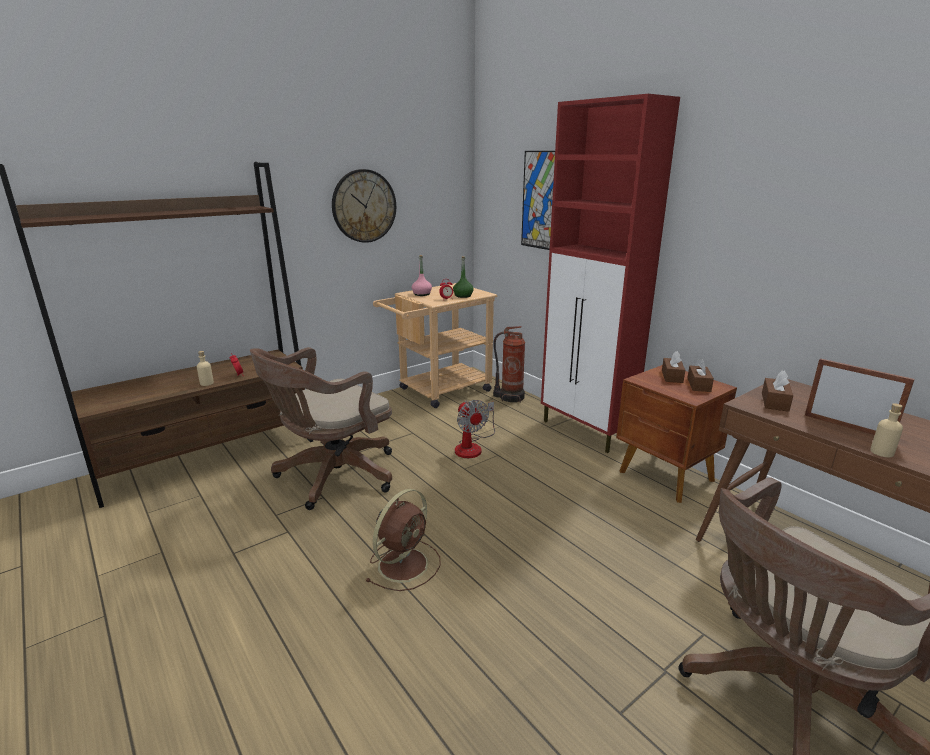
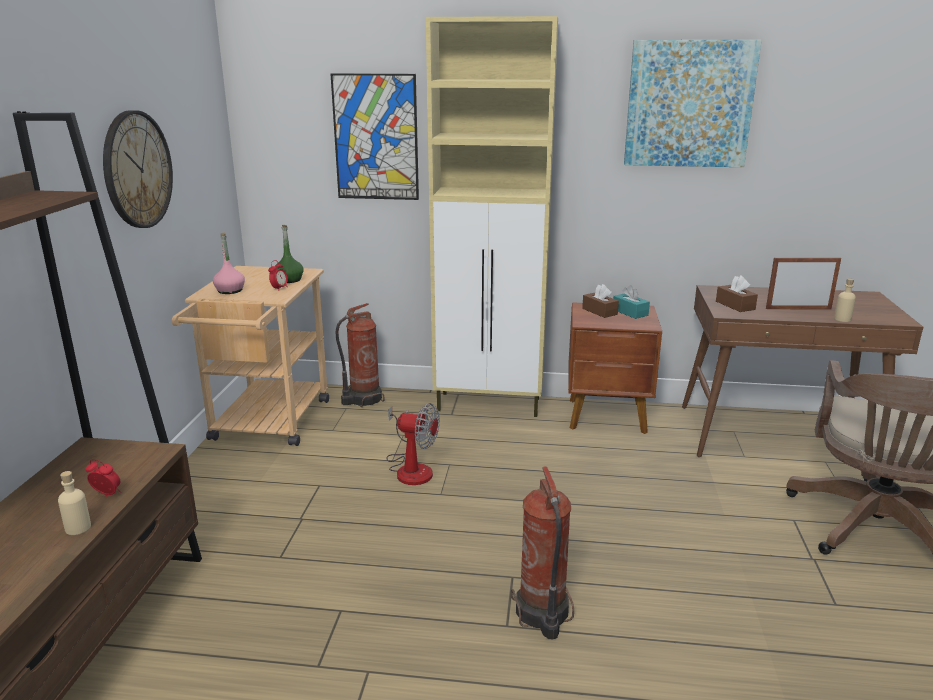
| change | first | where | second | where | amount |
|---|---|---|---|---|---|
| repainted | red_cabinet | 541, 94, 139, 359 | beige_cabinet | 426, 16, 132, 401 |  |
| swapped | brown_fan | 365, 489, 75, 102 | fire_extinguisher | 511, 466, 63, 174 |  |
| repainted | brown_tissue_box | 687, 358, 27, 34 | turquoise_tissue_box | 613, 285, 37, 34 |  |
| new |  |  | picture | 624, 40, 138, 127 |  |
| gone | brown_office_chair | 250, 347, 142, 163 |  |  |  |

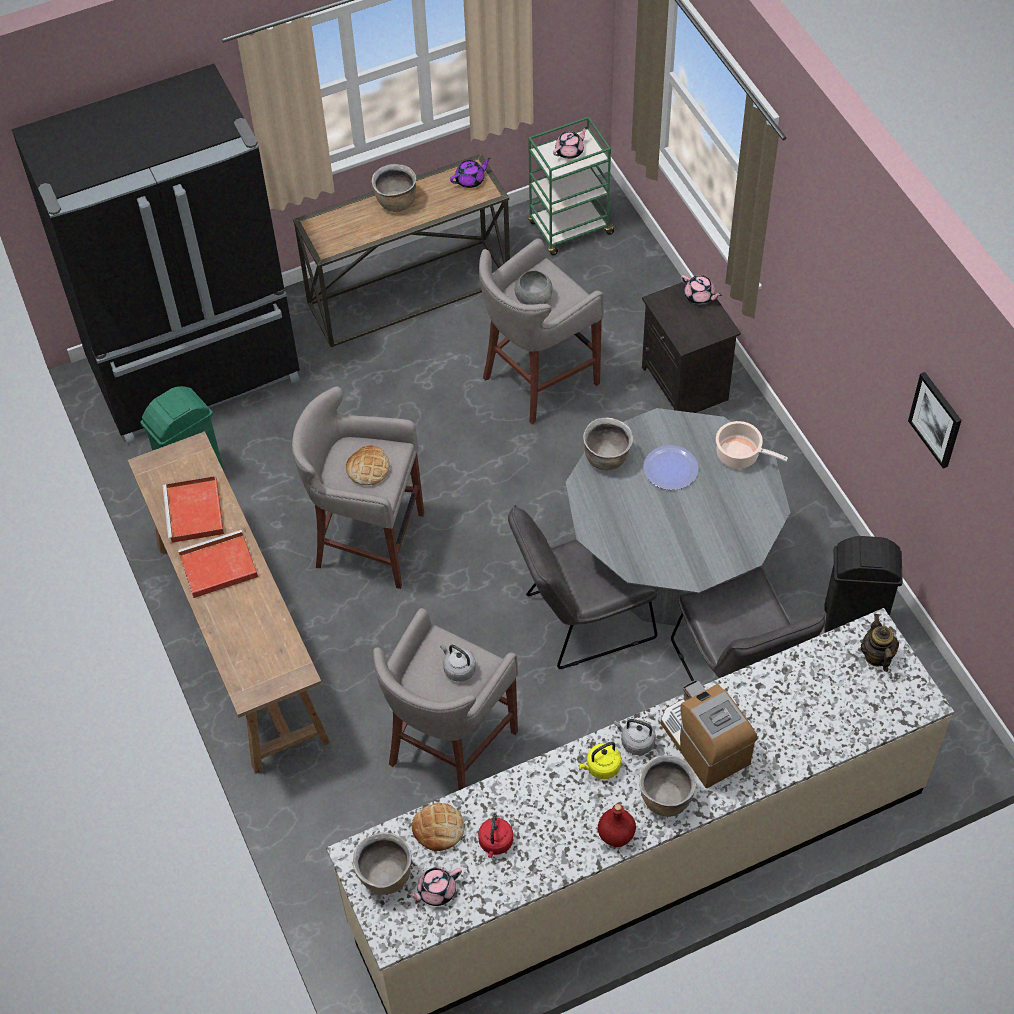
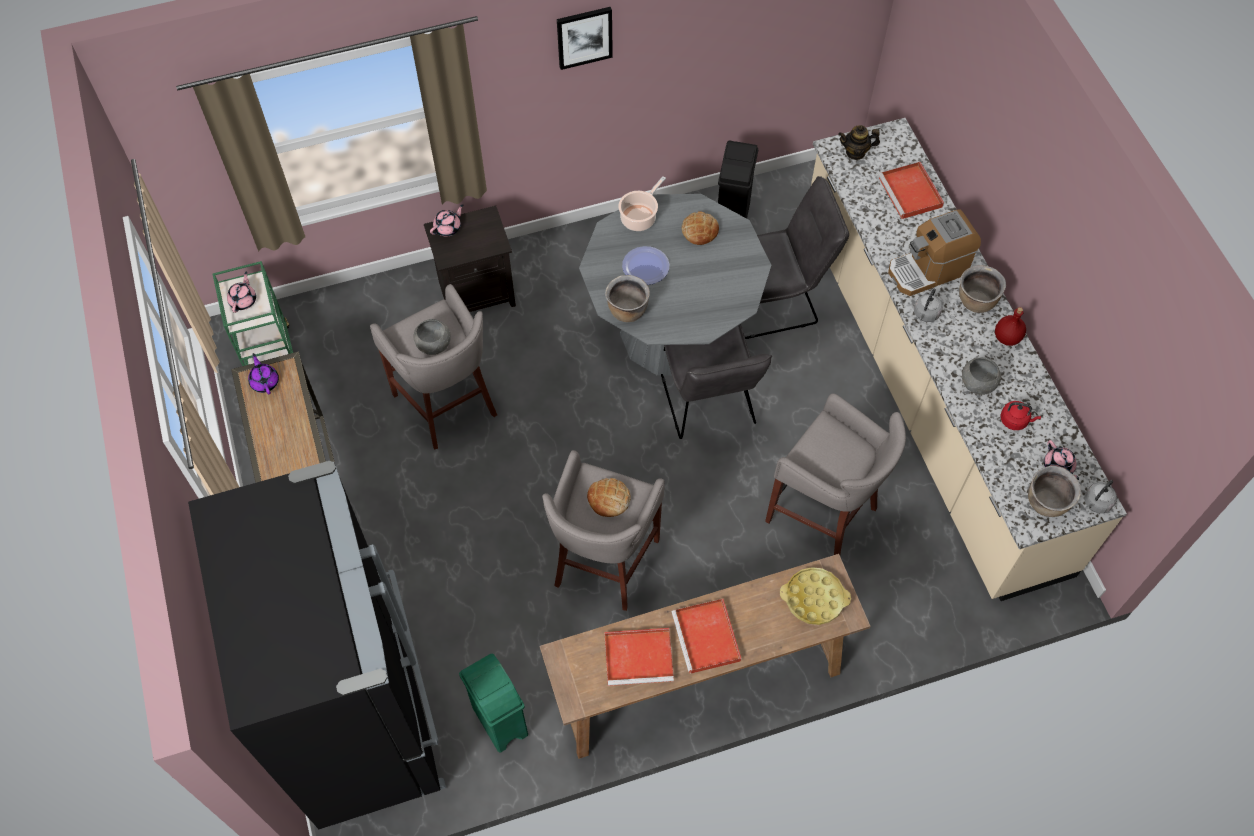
| change | first | where | second | where | amount |
|---|---|---|---|---|---|
| rotated | pink_teapot | 553, 127, 35, 32 |  | 227, 271, 29, 42 | 45 degrees clockwise |
| shifted | picture | 908, 372, 54, 97 |  | 557, 7, 56, 63 |  |
| shifted | bread | 412, 802, 52, 49 |  | 682, 211, 37, 34 |  |
| new |  |  | yellow_tray | 780, 567, 71, 58 |  |
| new |  |  | red_tray | 879, 162, 65, 57 |  |
| new |  |  | grey_bowl | 962, 357, 39, 38 |  |
| shifted | grey_kettle | 440, 643, 36, 39 |  | 1084, 480, 33, 33 |  |
| gone | brown_cooking_pot | 372, 164, 44, 48 |  |  |  |
| gone | yellow_kettle | 578, 742, 43, 37 |  |  |  |

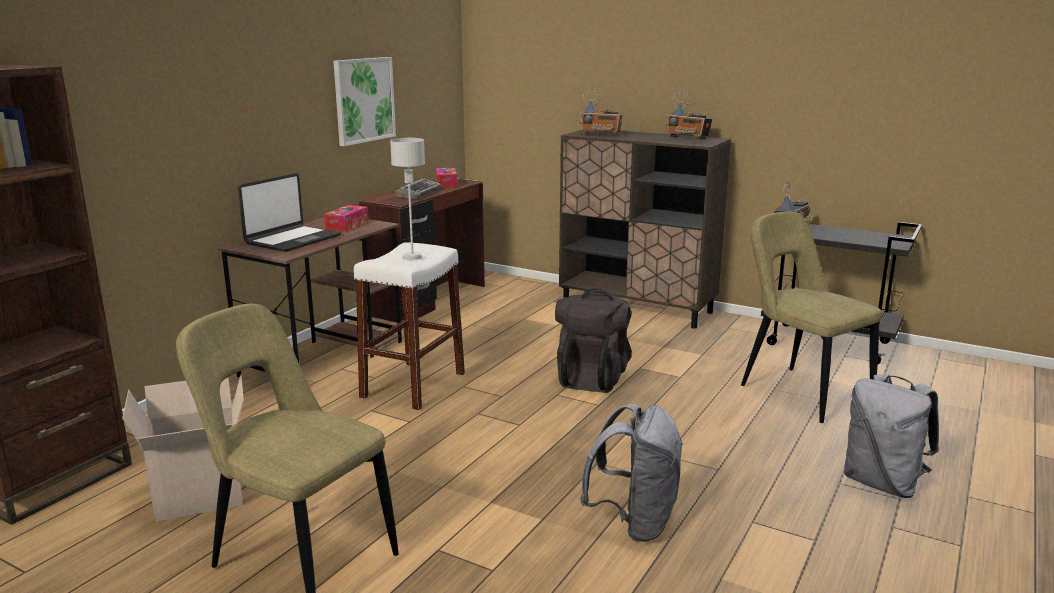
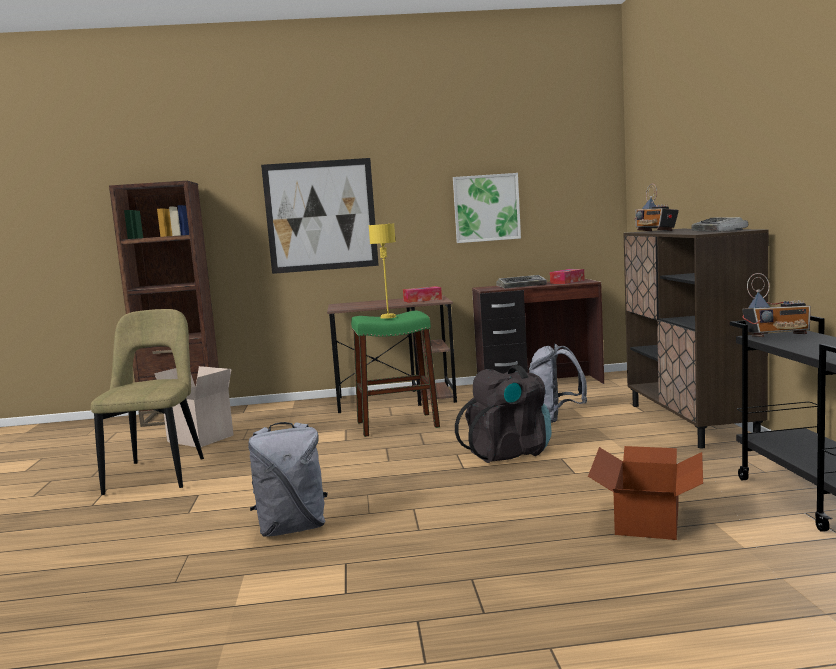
| change | first | where | second | where | amount |
|---|---|---|---|---|---|
| new |  |  | picture | 261, 158, 118, 116 |  |
| repainted | white_stool | 354, 242, 111, 168 | green_stool | 351, 311, 89, 126 |  |
| repainted | grey_table_lamp | 390, 138, 35, 122 | yellow_table_lamp | 368, 224, 29, 95 |  |
| shifted | grey_backpack | 844, 374, 95, 124 |  | 529, 343, 58, 80 |  |
| swapped | beige_chair | 741, 211, 141, 212 | cardboard_box | 588, 446, 115, 94 |  |
| swapped | radio | 666, 89, 47, 50 | keyboard | 691, 217, 57, 15 |  |
| gone | laptop | 238, 173, 103, 79 |  |  |  |

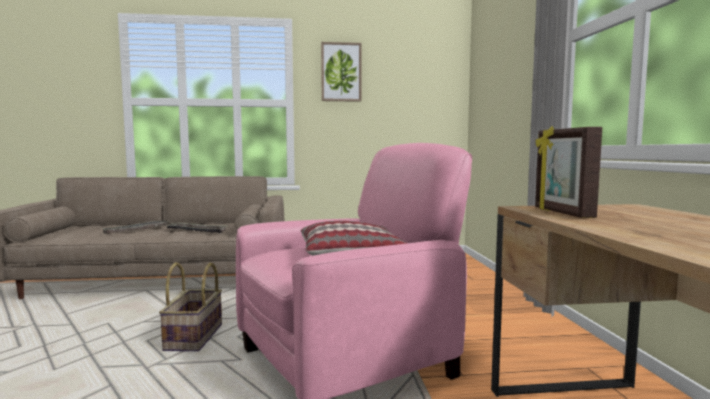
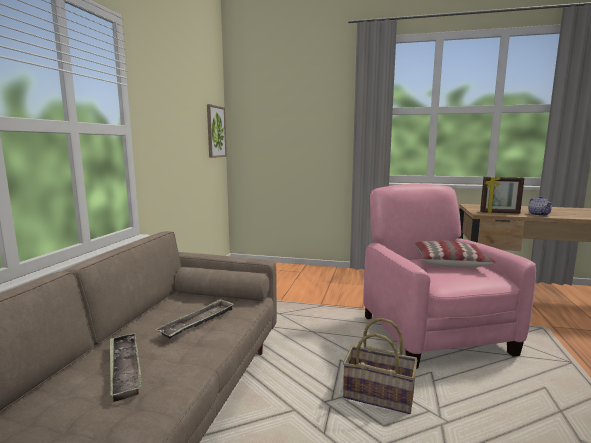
| change | first | where | second | where | amount |
|---|---|---|---|---|---|
| shifted | picture | 321, 42, 40, 60 |  | 207, 104, 20, 54 |  |
| new |  |  | teapot | 528, 196, 24, 20 |  |

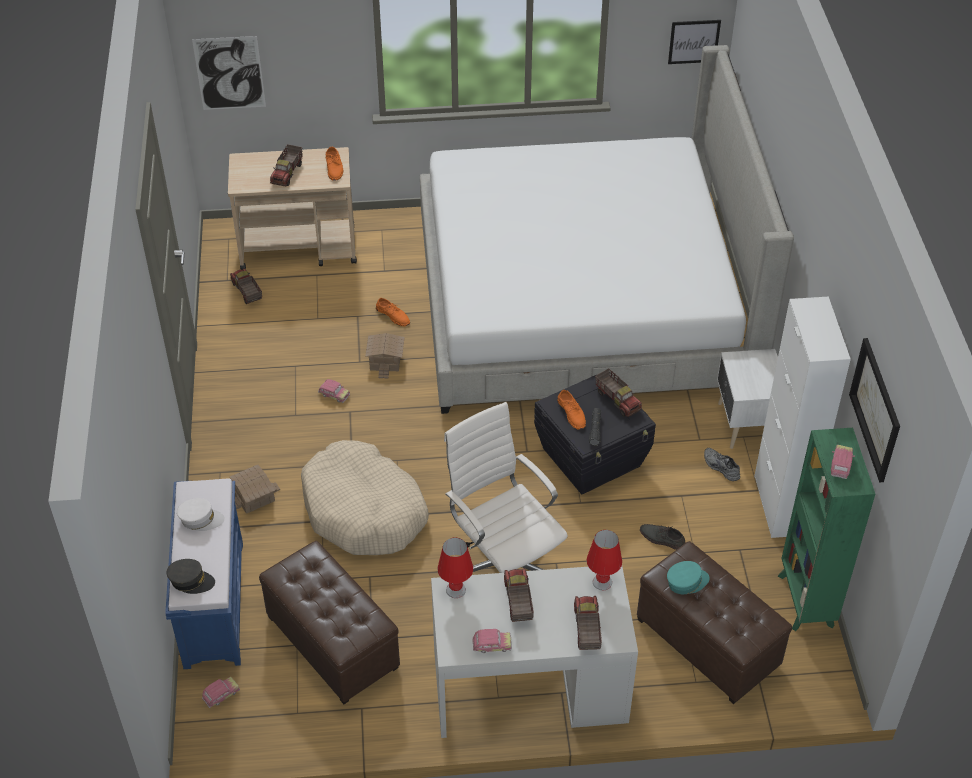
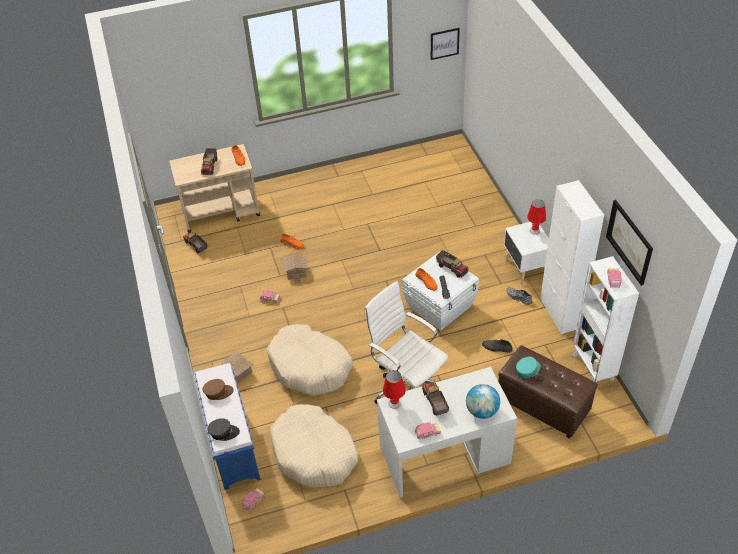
| change | first | where | second | where | amount |
|---|---|---|---|---|---|
| repainted | white_cap | 177, 498, 48, 33 | brown_cap | 203, 379, 31, 21 |  |
| swapped | brown_ottoman | 259, 541, 141, 163 | beige_dog_bed | 270, 405, 89, 83 |  |
| repainted | black_storage_box | 534, 373, 122, 121 | white_storage_box | 402, 252, 77, 79 |  |
| swapped | toy_truck | 574, 596, 28, 54 | globe | 466, 384, 34, 35 |  |
| shifted | red_table_lamp | 587, 530, 35, 60 |  | 527, 199, 19, 36 |  |
| repainted | green_bookcase | 778, 428, 97, 203 | white_bookcase | 572, 256, 67, 126 |  |
| gone | picture | 192, 36, 74, 74 |  |  |  |
| gone | bed | 420, 45, 374, 369 |  |  |  |

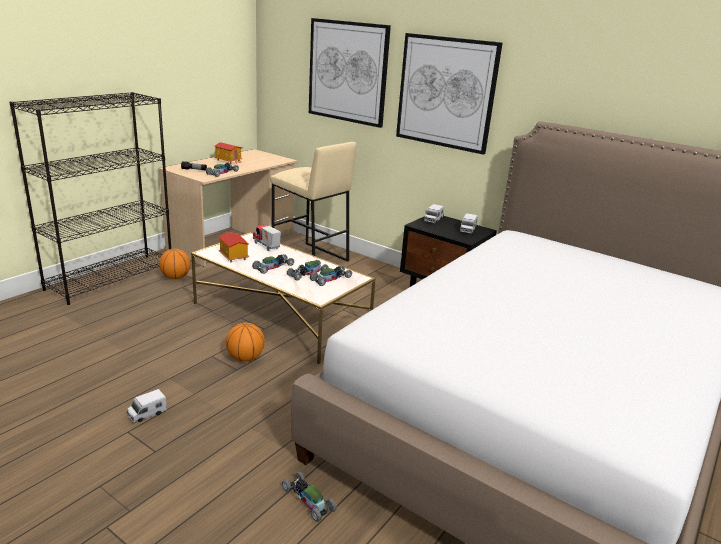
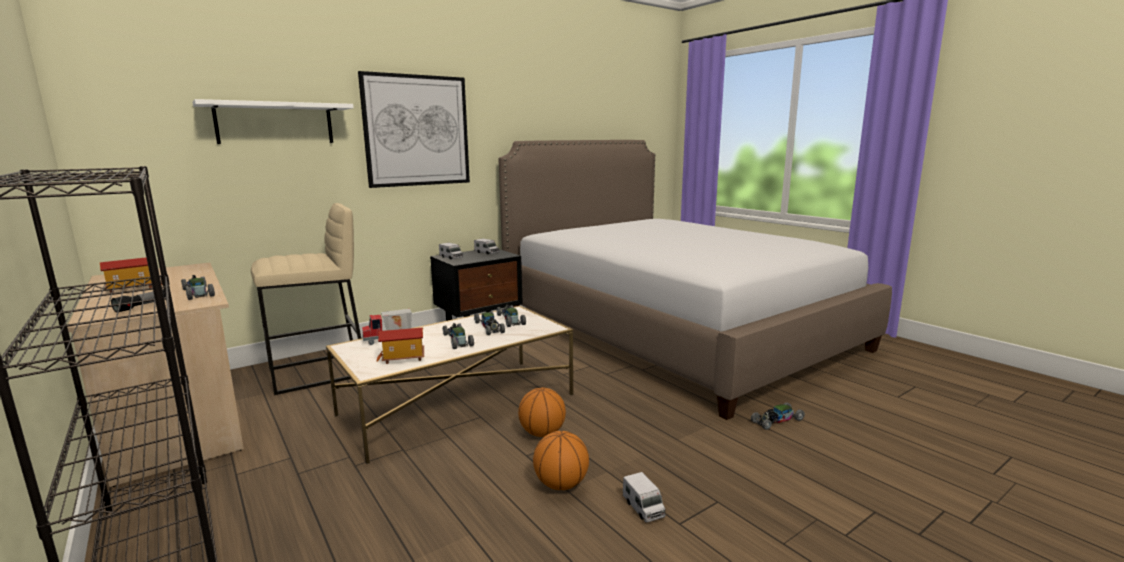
| change | first | where | second | where | amount |
|---|---|---|---|---|---|
| swapped | picture | 309, 18, 82, 110 | white_shelf | 192, 99, 162, 45 |  |
| shifted | basketball | 159, 249, 32, 30 |  | 533, 431, 56, 59 |  |

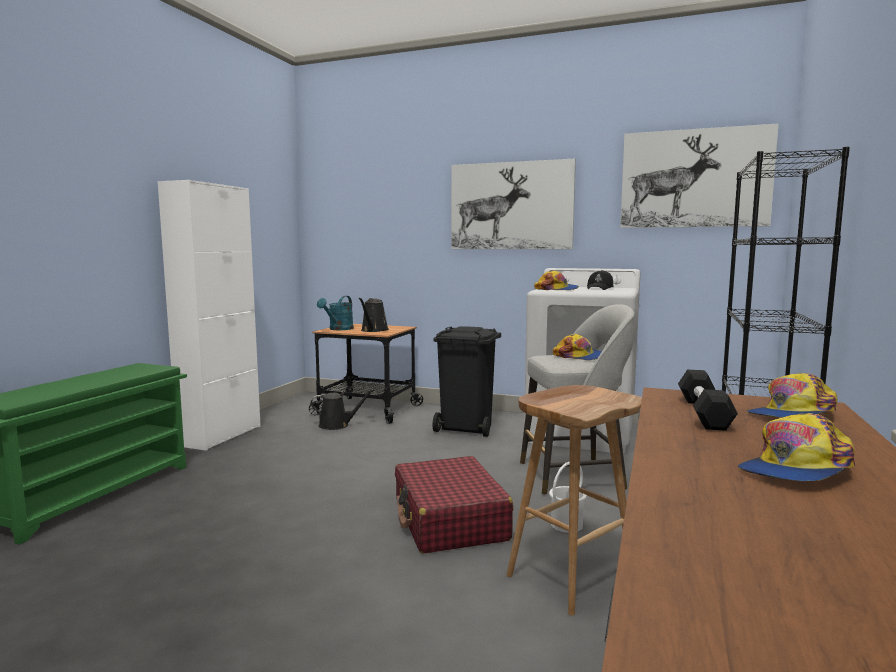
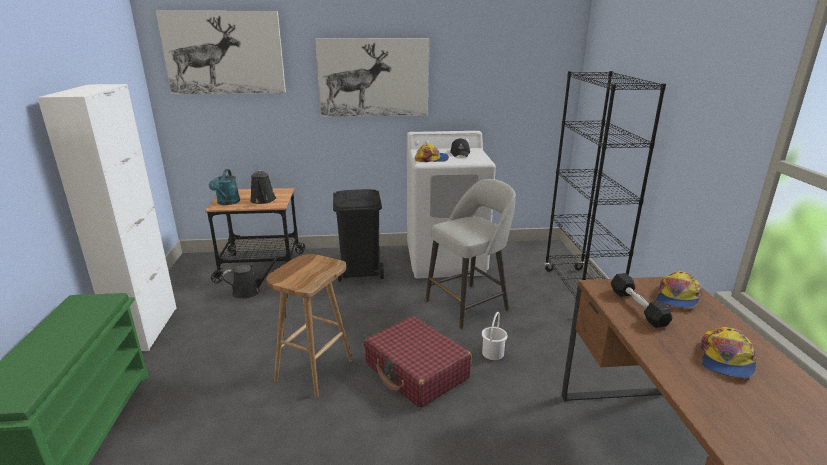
| change | first | where | second | where | amount |
|---|---|---|---|---|---|
| shifted | picture | 620, 123, 159, 105 |  | 156, 11, 130, 83 |  |
| shifted | brown_stool | 507, 385, 135, 231 |  | 266, 254, 87, 144 |  |
| gone | cap | 553, 334, 49, 26 |  |  |  |

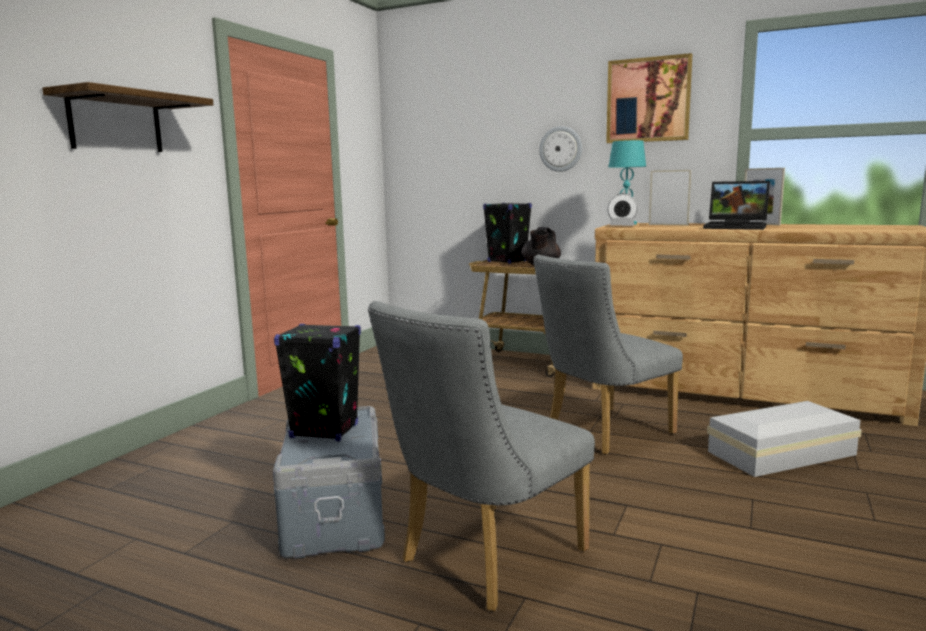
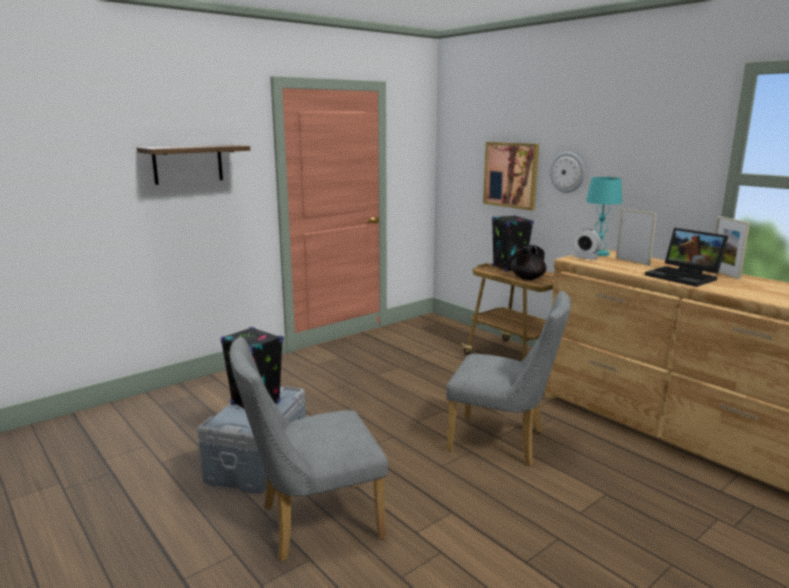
| change | first | where | second | where | amount |
|---|---|---|---|---|---|
| rotated | grey_chair | 533, 255, 150, 200 |  | 446, 291, 125, 175 | 150 degrees counterclockwise |
| shifted | picture | 606, 53, 86, 90 |  | 483, 142, 56, 69 |  |
| gone | white_storage_box | 707, 401, 155, 76 |  |  |  |

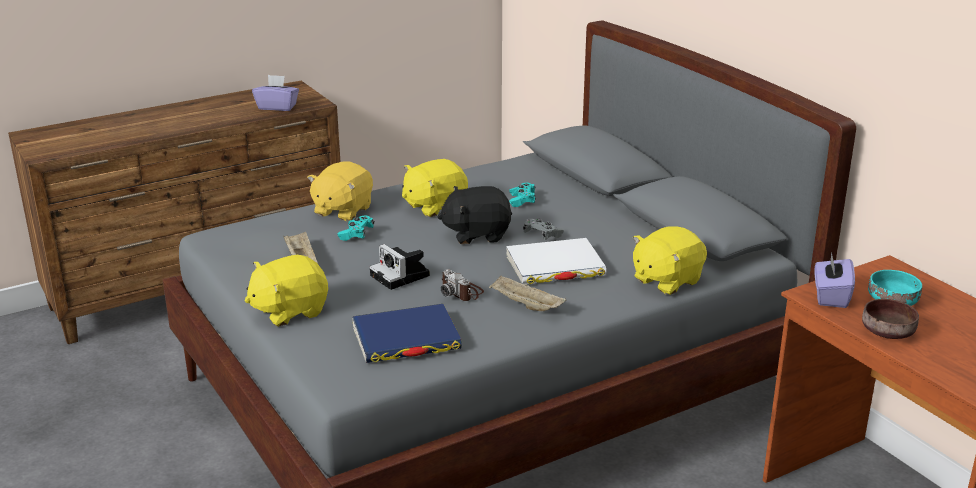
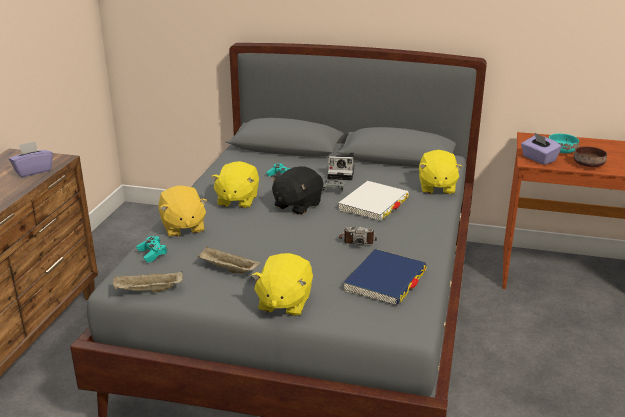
| change | first | where | second | where | amount |
|---|---|---|---|---|---|
| shifted | beige_tray | 489, 276, 77, 35 |  | 113, 271, 70, 22 |  |
| shifted | turquoise_game_controller | 338, 215, 36, 26 |  | 136, 236, 31, 27 |  |
| shifted | photo_camera | 370, 244, 60, 46 |  | 327, 152, 27, 28 |  |

